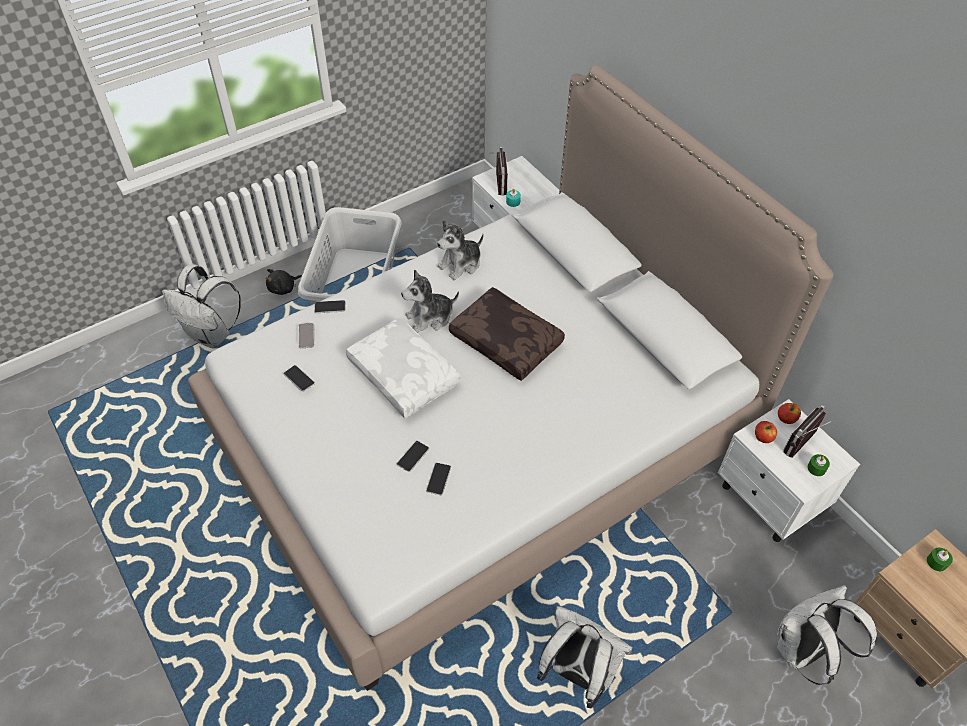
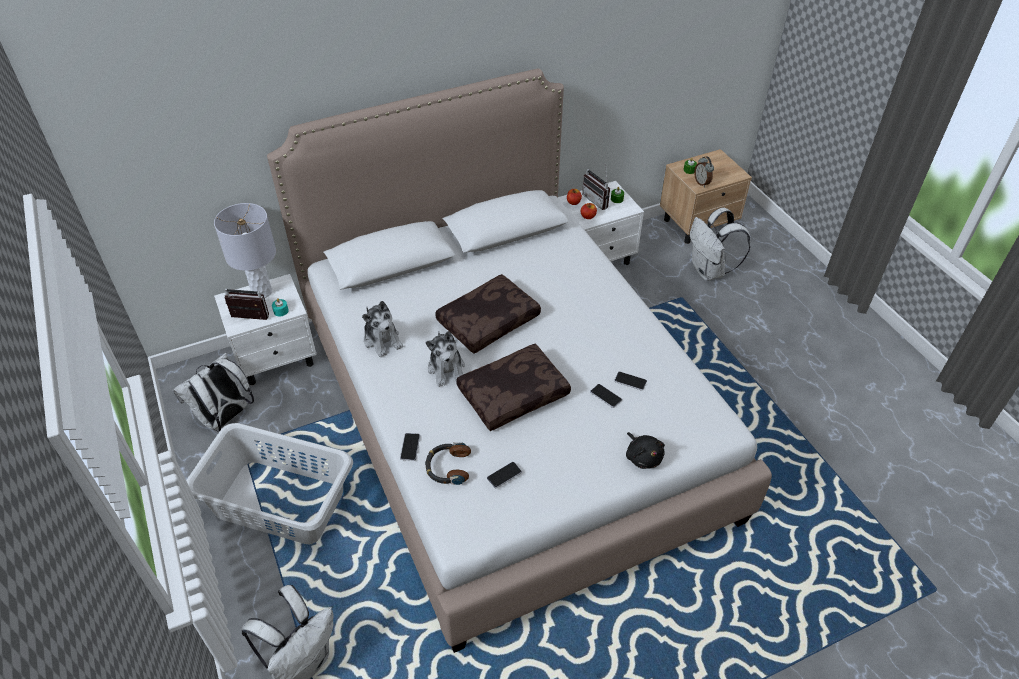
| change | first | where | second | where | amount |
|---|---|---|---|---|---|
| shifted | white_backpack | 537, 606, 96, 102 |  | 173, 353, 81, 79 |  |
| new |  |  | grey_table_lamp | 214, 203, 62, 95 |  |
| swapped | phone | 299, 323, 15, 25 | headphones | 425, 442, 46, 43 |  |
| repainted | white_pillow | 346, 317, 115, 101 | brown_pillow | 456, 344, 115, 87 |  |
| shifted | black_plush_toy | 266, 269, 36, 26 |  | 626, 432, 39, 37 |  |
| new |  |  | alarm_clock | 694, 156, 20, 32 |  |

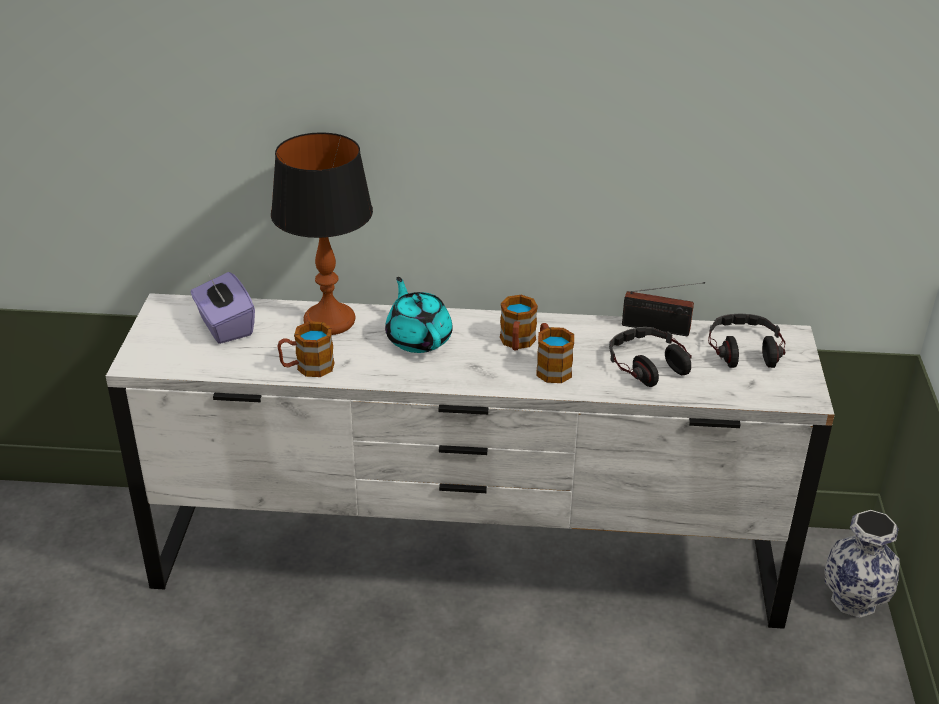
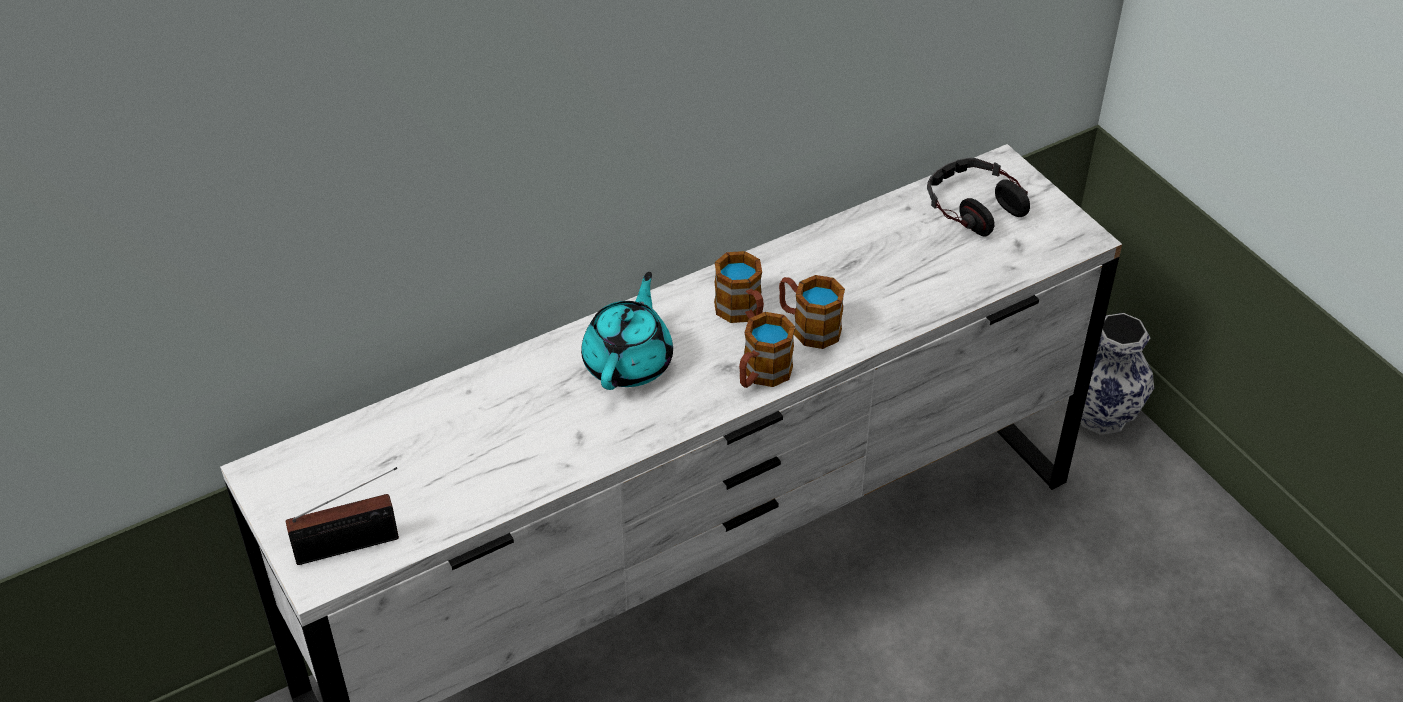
| change | first | where | second | where | amount |
|---|---|---|---|---|---|
| shifted | radio | 622, 282, 83, 54 |  | 286, 467, 113, 98 |  |
| rotated | turquoise_teapot | 385, 277, 68, 76 |  | 581, 272, 92, 118 | 75 degrees clockwise |
| shifted | mug | 278, 321, 56, 56 |  | 739, 312, 56, 76 |  |
| gone | purple_tissue_box | 191, 272, 64, 72 |  |  |  |
| gone | table_lamp | 271, 132, 102, 203 |  |  |  |
| gone | headphones | 609, 327, 83, 60 |  |  |  |

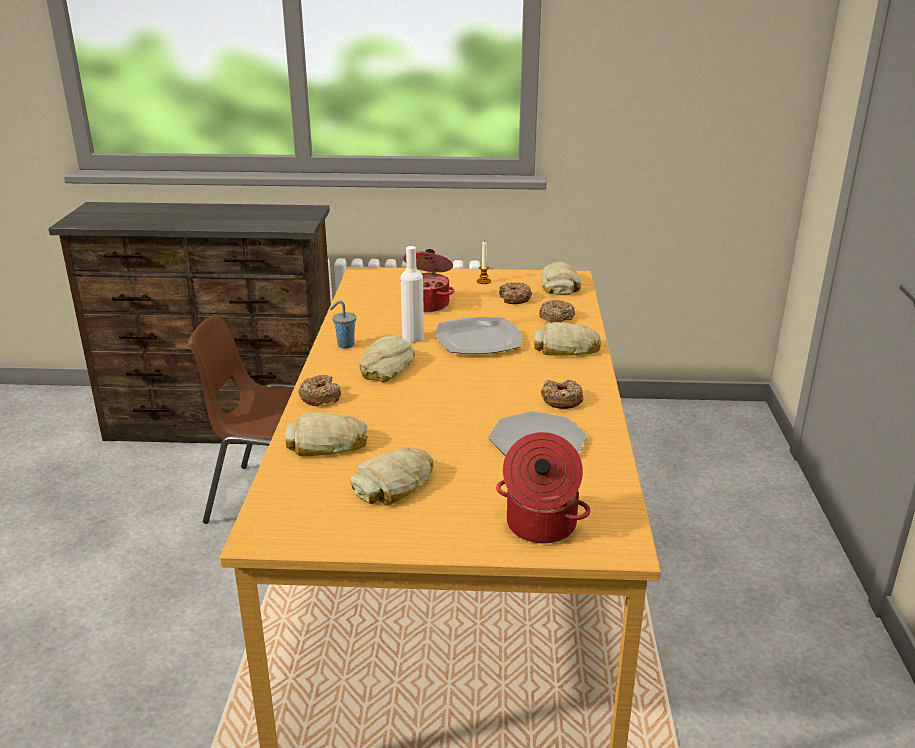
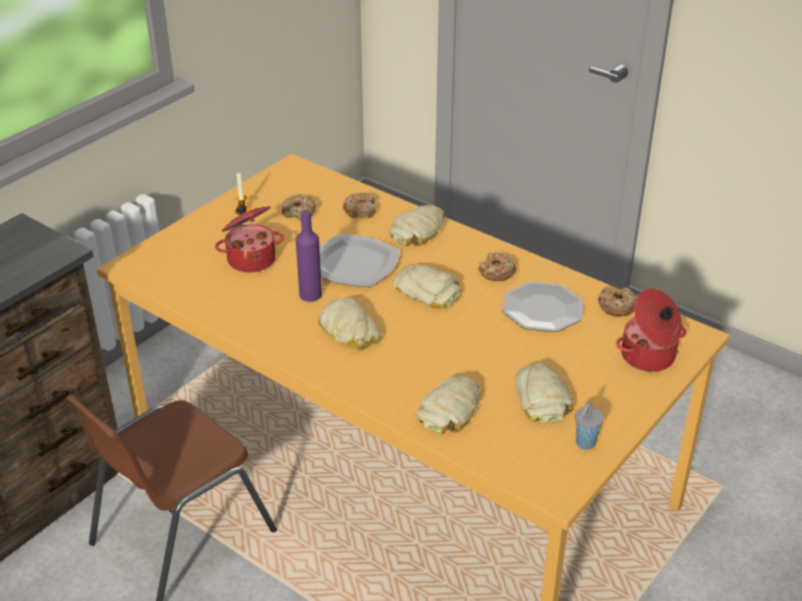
| change | first | where | second | where | amount |
|---|---|---|---|---|---|
| repainted | white_bottle | 400, 246, 24, 97 | purple_bottle | 296, 210, 26, 92 |  |
| shifted | bread | 541, 261, 40, 34 |  | 394, 264, 67, 45 |  |
| shifted | grey_cup | 330, 301, 26, 48 |  | 575, 402, 29, 48 |  |
| shifted | donut | 298, 375, 43, 31 |  | 598, 286, 38, 30 |  |

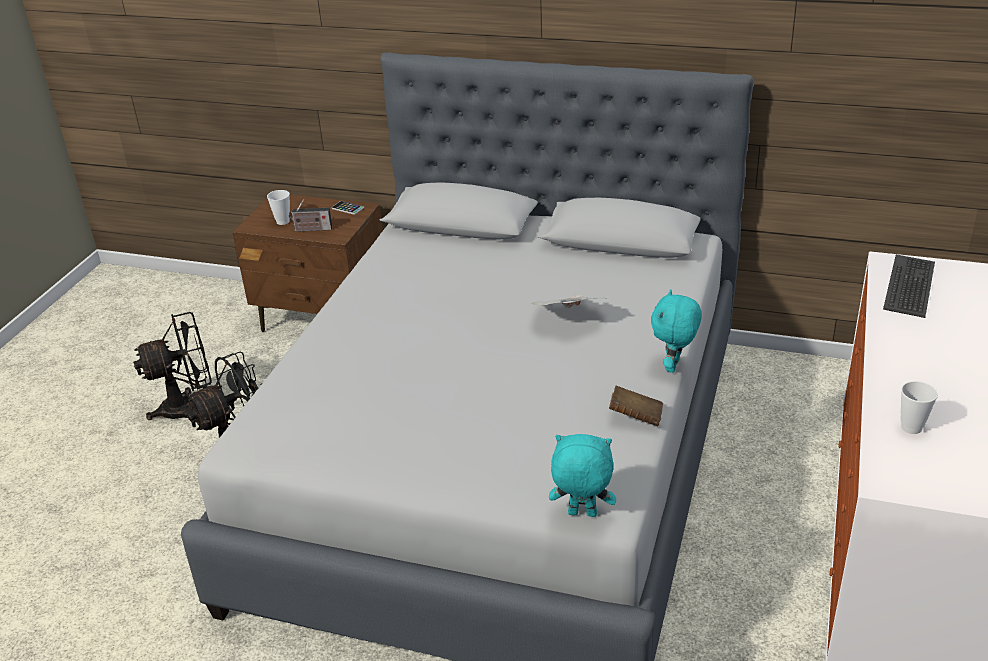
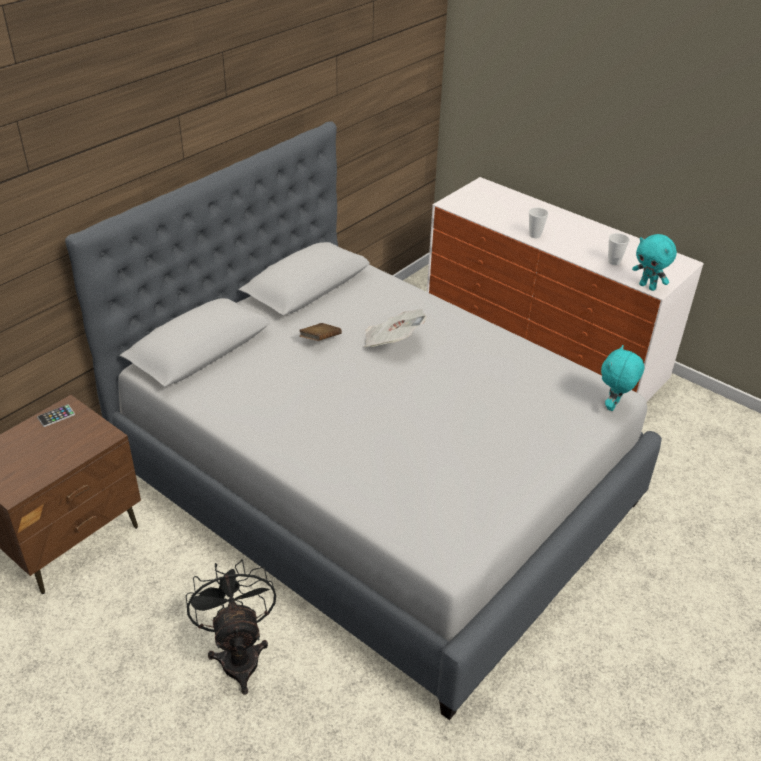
| change | first | where | second | where | amount |
|---|---|---|---|---|---|
| shifted | brown_book | 609, 386, 54, 40 |  | 299, 323, 43, 18 |  |
| shifted | cup | 267, 190, 23, 35 |  | 529, 207, 20, 31 |  |
| shifted | turquoise_plush_toy | 651, 289, 51, 84 |  | 632, 234, 45, 57 |  |
| gone | black_fan | 133, 312, 79, 110 |  |  |  |
| gone | radio | 289, 199, 43, 33 |  |  |  |
| gone | keyboard | 883, 255, 52, 63 |  |  |  |

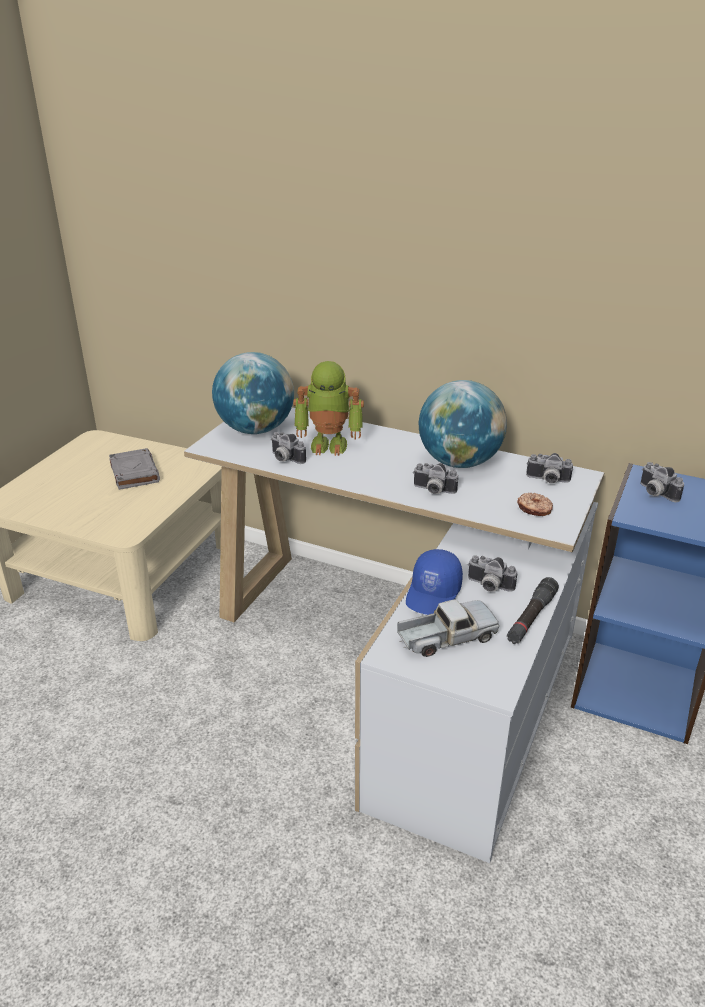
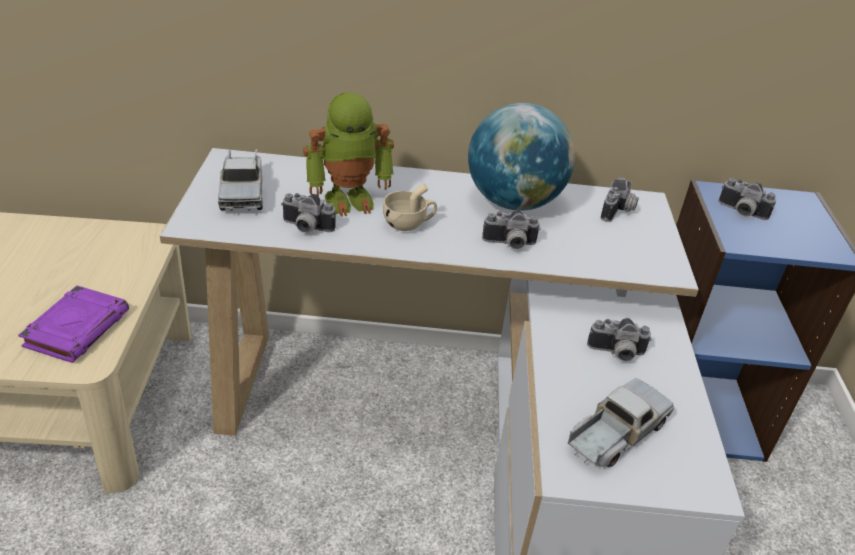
| change | first | where | second | where | amount |
|---|---|---|---|---|---|
| new |  |  | purple_book | 18, 285, 111, 78 |  |
| swapped | globe | 212, 352, 82, 82 | toy_truck | 218, 149, 45, 62 |  |
| new |  |  | beige_cup | 383, 183, 54, 48 |  |
| rotated | photo_camera | 526, 453, 47, 30 |  | 601, 177, 38, 45 | 60 degrees counterclockwise |
| gone | grey_book | 109, 448, 51, 42 |  |  |  |
| gone | blue_cap | 406, 549, 57, 66 |  |  |  |
| gone | black_flashlight | 507, 577, 52, 67 |  |  |  |
| gone | donut | 517, 493, 36, 23 |  |  |  |

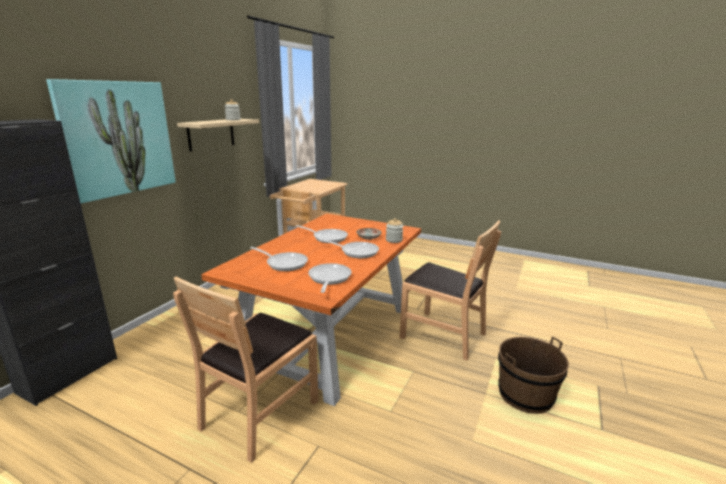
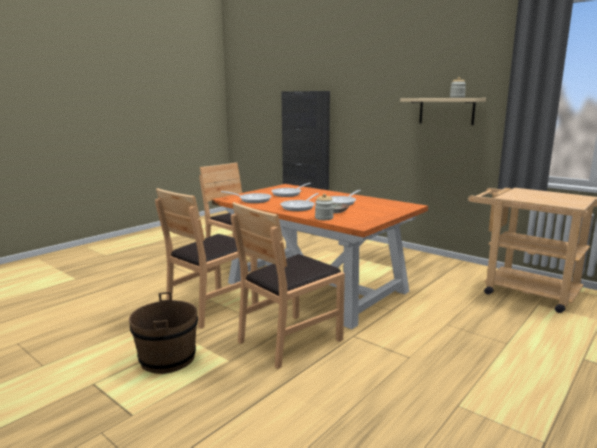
| change | first | where | second | where | amount |
|---|---|---|---|---|---|
| new |  |  | brown_chair | 155, 188, 103, 141 |  |
| gone | picture | 46, 79, 130, 124 |  |  |  |

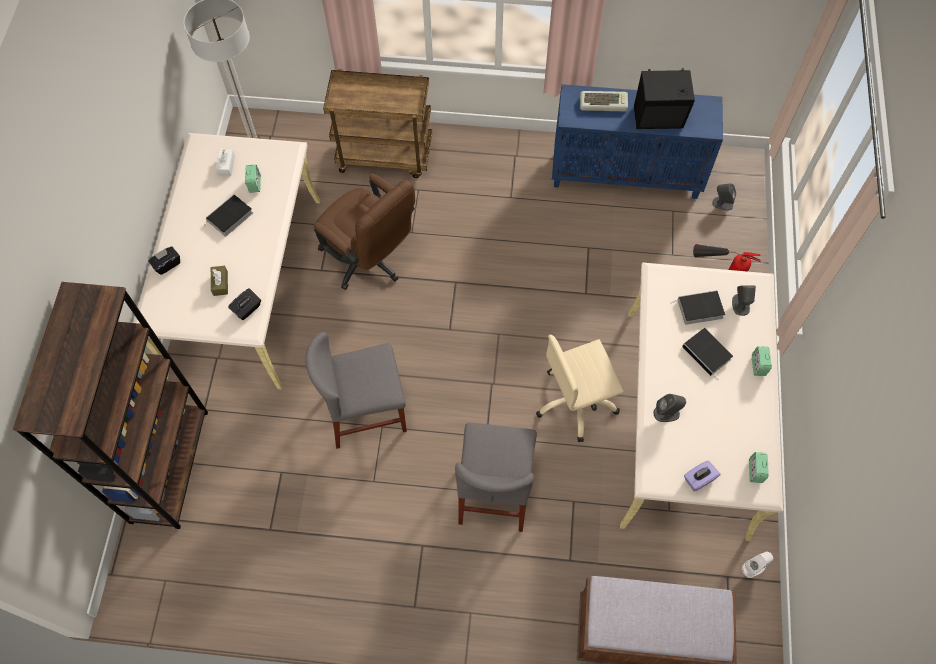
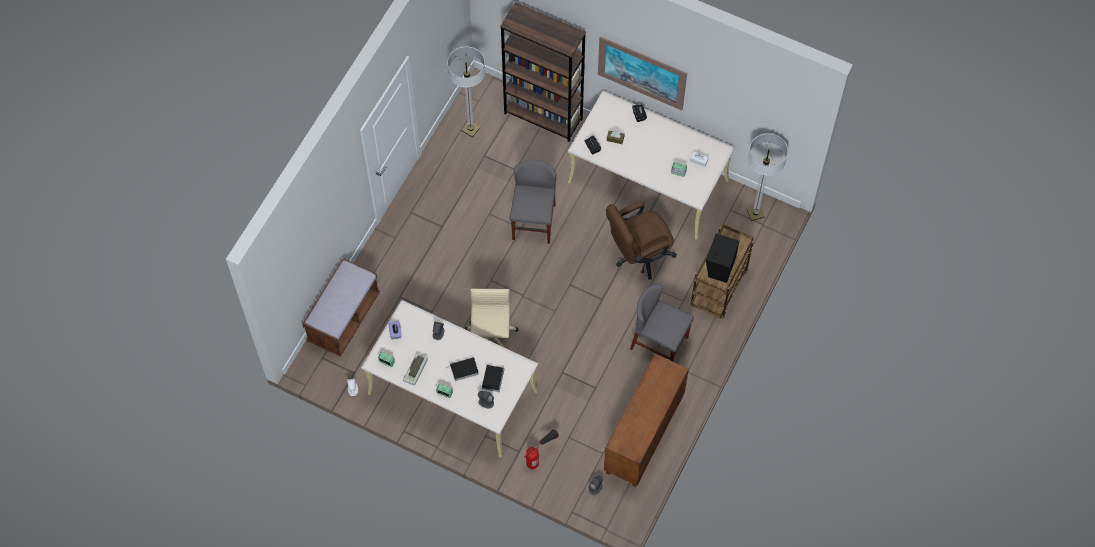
| change | first | where | second | where | amount |
|---|---|---|---|---|---|
| shifted | keyboard | 580, 91, 48, 20 |  | 403, 353, 25, 33 |  |
| new |  |  | floor_lamp | 447, 46, 38, 91 |  |
| new |  |  | picture | 598, 36, 89, 74 |  |
| repainted | blue_cabinet | 552, 84, 171, 115 | brown_cabinet | 604, 354, 85, 133 |  |
| shifted | grey_chair | 455, 422, 82, 110 |  | 630, 284, 64, 78 |  |
| shifted | black_speaker | 634, 68, 61, 61 |  | 706, 233, 33, 50 |  |
| gone | book | 203, 194, 50, 43 |  |  |  |

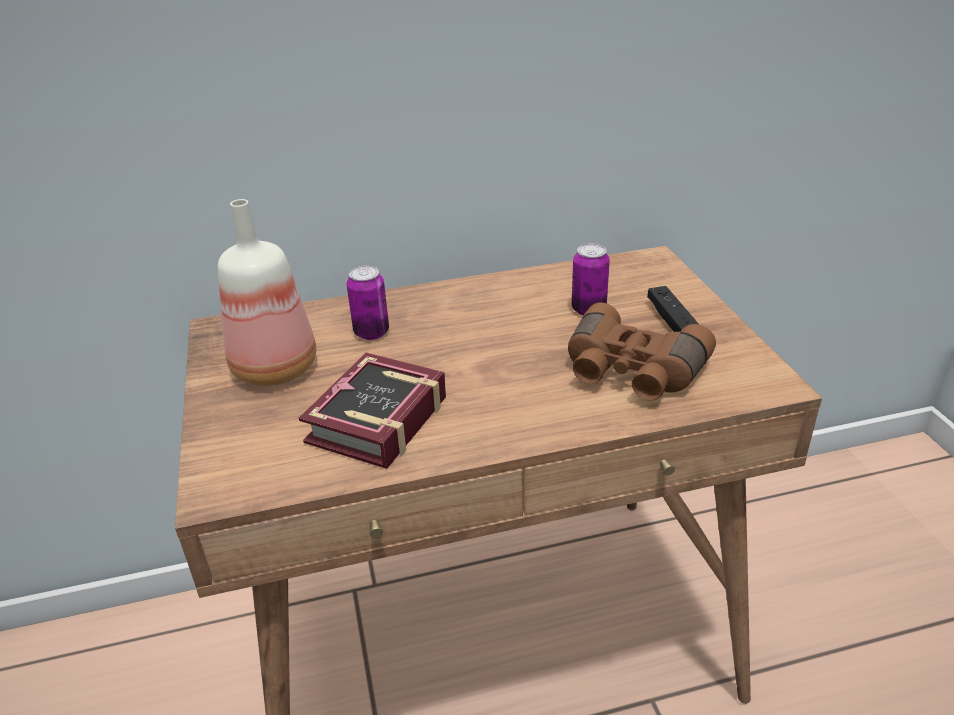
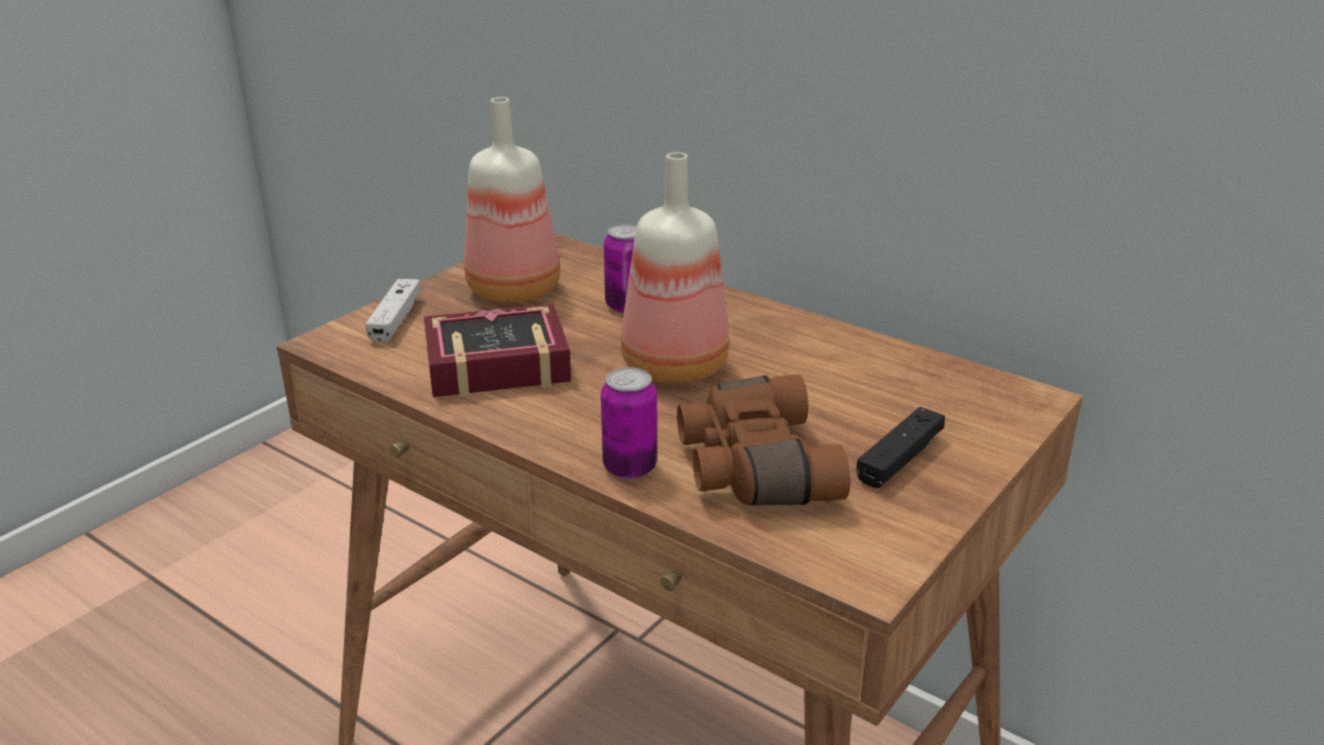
| change | first | where | second | where | amount |
|---|---|---|---|---|---|
| new |  |  | white_game_controller | 365, 279, 56, 64 |  |
| shifted | can | 572, 243, 38, 73 |  | 601, 367, 56, 112 |  |
| new |  |  | bottle | 621, 152, 108, 232 |  |

